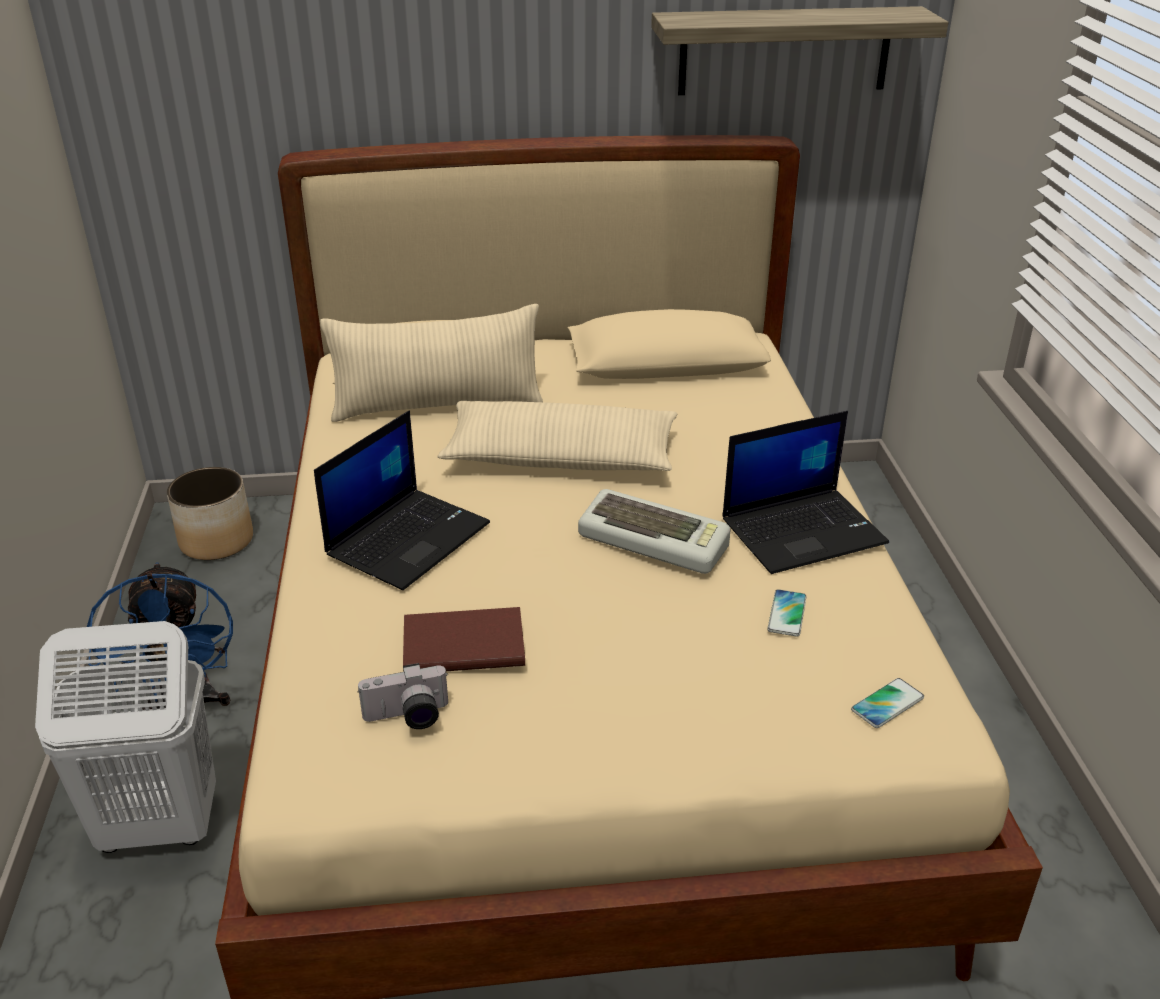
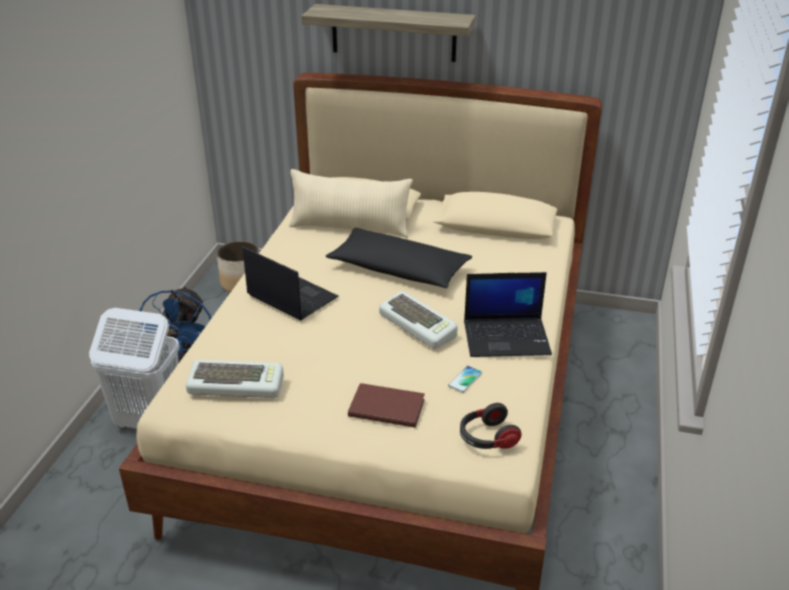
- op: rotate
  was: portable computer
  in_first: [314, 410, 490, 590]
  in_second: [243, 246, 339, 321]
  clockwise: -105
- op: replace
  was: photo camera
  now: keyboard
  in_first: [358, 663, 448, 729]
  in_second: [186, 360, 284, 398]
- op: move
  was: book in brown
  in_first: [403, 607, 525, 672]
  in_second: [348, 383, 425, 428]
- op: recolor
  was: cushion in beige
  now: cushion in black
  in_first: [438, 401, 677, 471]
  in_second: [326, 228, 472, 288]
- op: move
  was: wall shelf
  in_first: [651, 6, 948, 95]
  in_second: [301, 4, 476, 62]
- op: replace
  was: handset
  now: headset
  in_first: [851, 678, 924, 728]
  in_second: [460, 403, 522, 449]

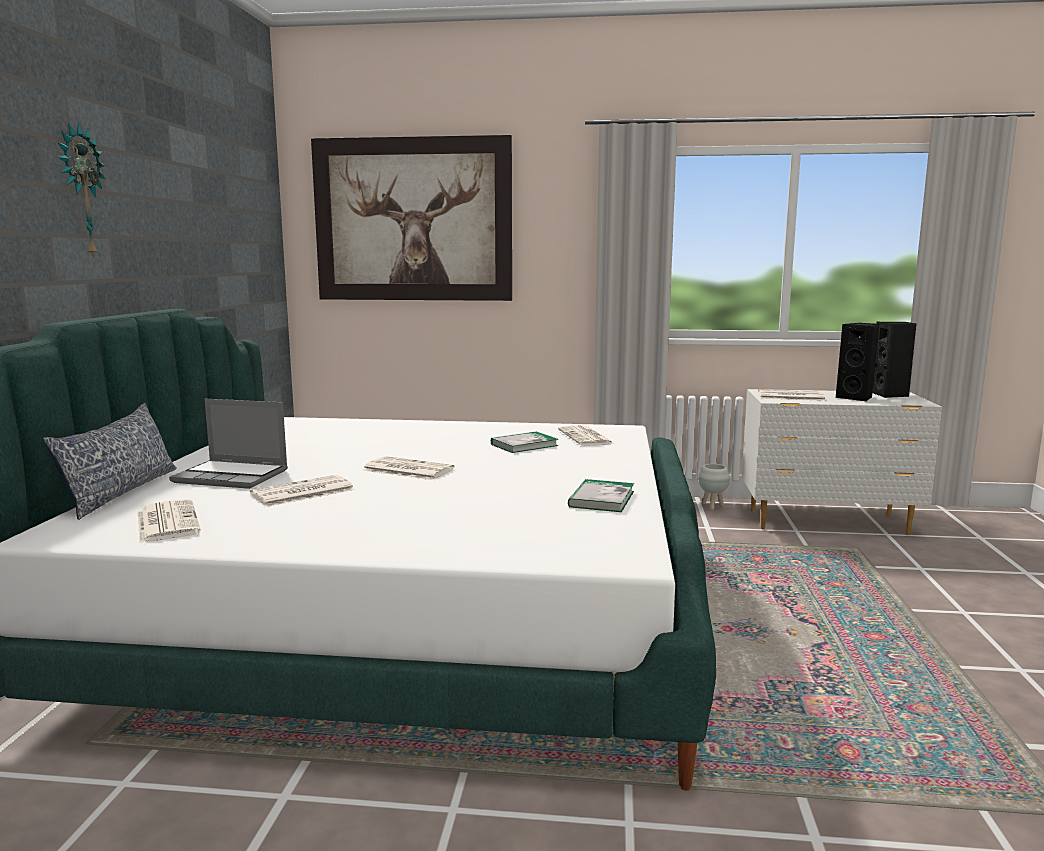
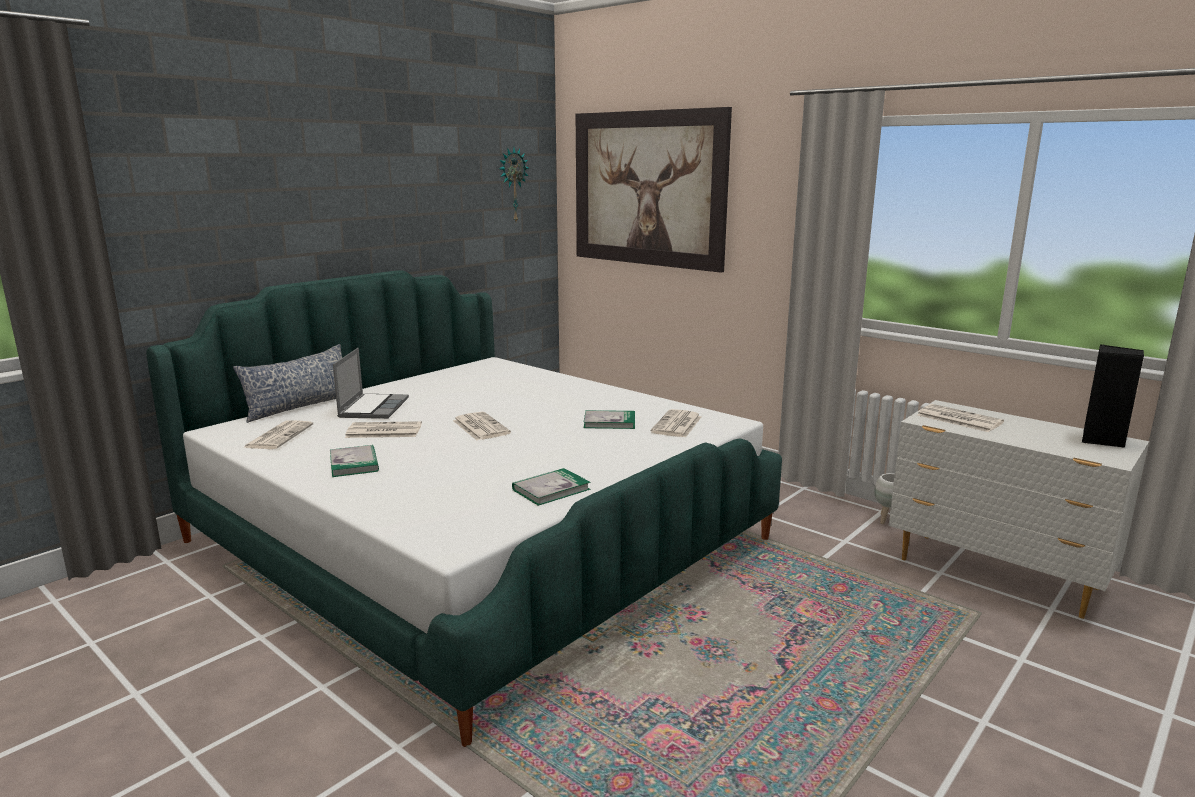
- op: move
  was: hanging clock
  in_first: [57, 123, 105, 259]
  in_second: [499, 148, 529, 221]
- op: rotate
  was: portable computer
  in_first: [169, 399, 288, 489]
  in_second: [333, 348, 409, 419]
  clockwise: -135
- op: delete
  was: loudspeaker in black
  in_first: [836, 323, 879, 402]
- op: insert
  now: book
  in_second: [330, 445, 379, 477]

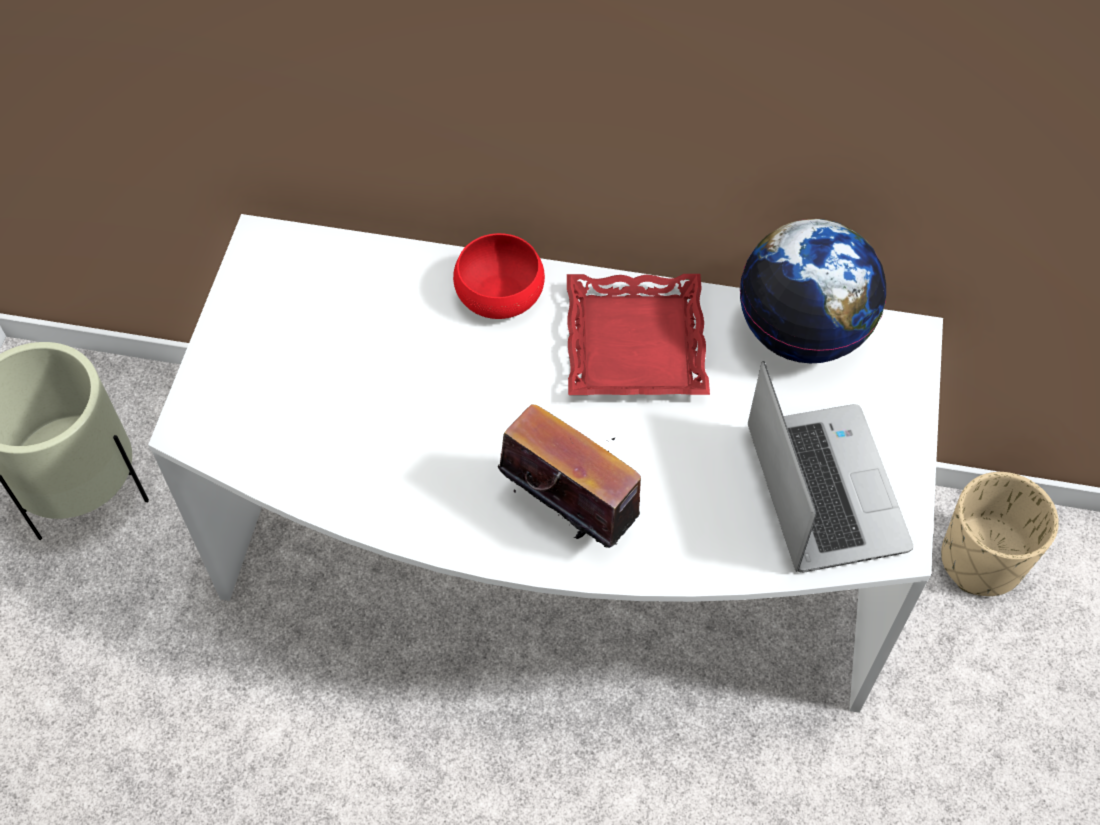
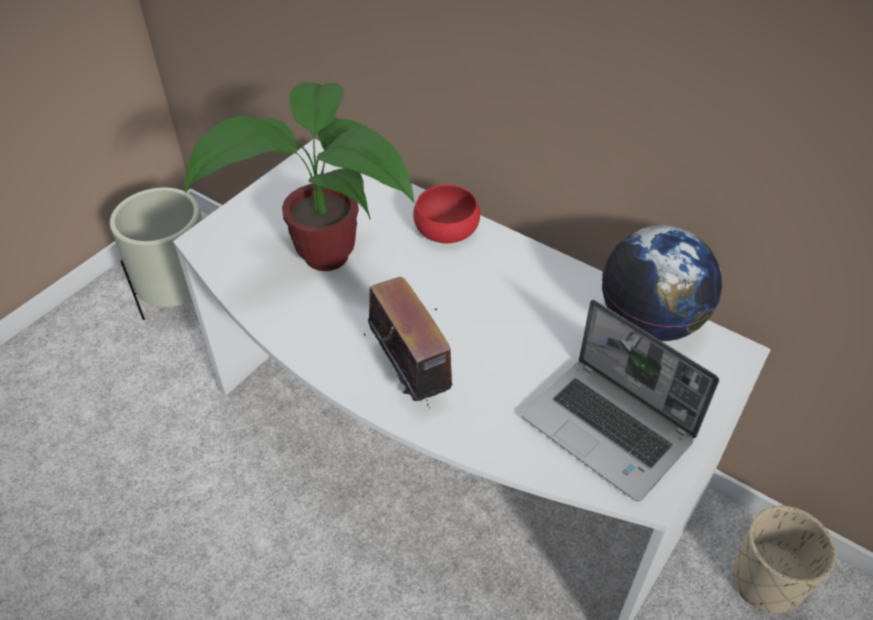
- op: delete
  was: tray in red
  in_first: [567, 274, 710, 395]
- op: rotate
  was: portable computer
  in_first: [748, 361, 914, 573]
  in_second: [521, 300, 719, 502]
  clockwise: 120
- op: insert
  now: plant in a pot
  in_second: [185, 82, 415, 271]

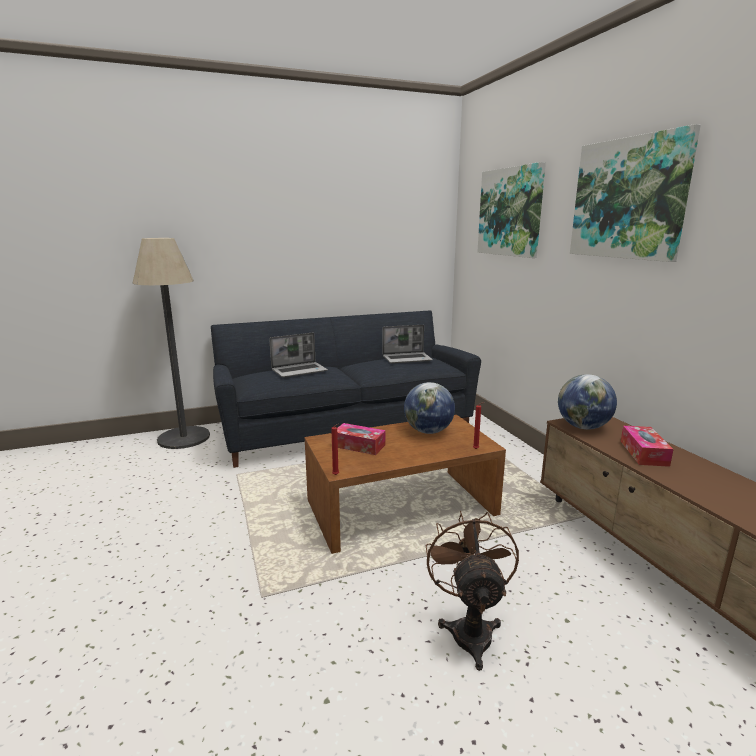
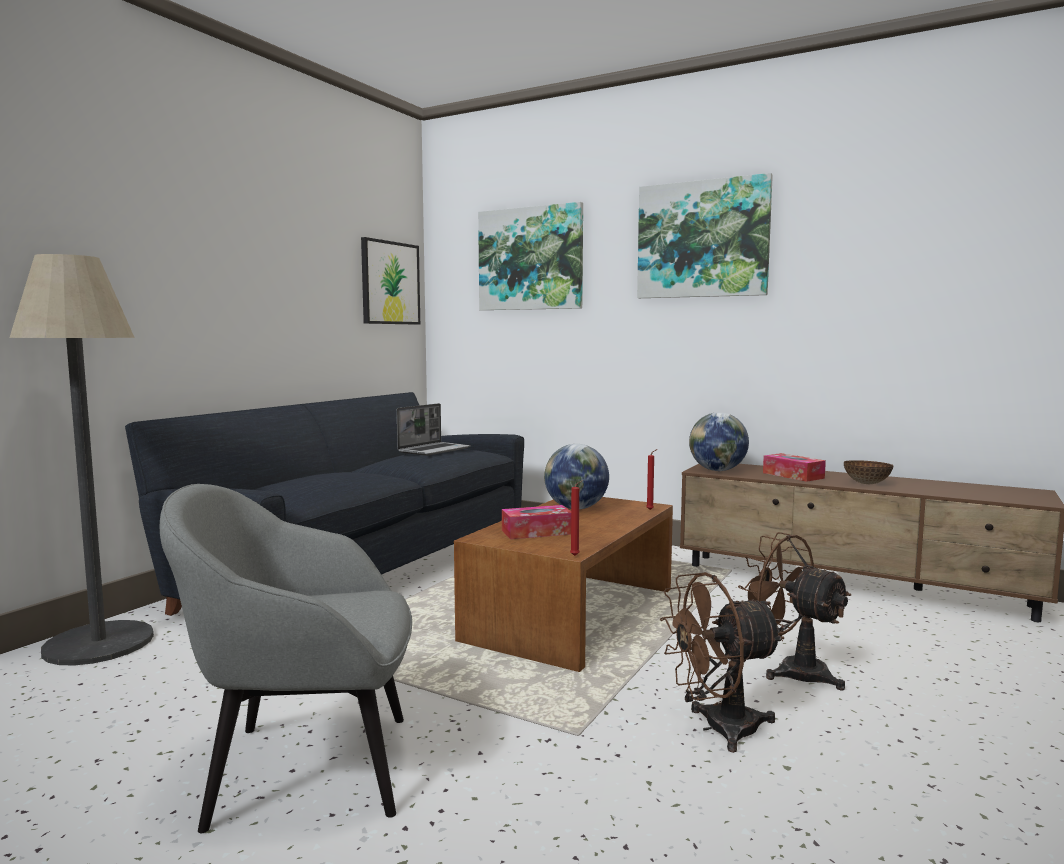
- op: delete
  was: portable computer
  in_first: [269, 333, 328, 378]
- op: insert
  now: lounge chair in gray
  in_second: [160, 484, 412, 833]
- op: insert
  now: wall art
  in_second: [361, 237, 420, 325]
- op: insert
  now: fan in brown
  in_second: [660, 572, 785, 753]
- op: insert
  now: deep dish
  in_second: [844, 460, 894, 484]

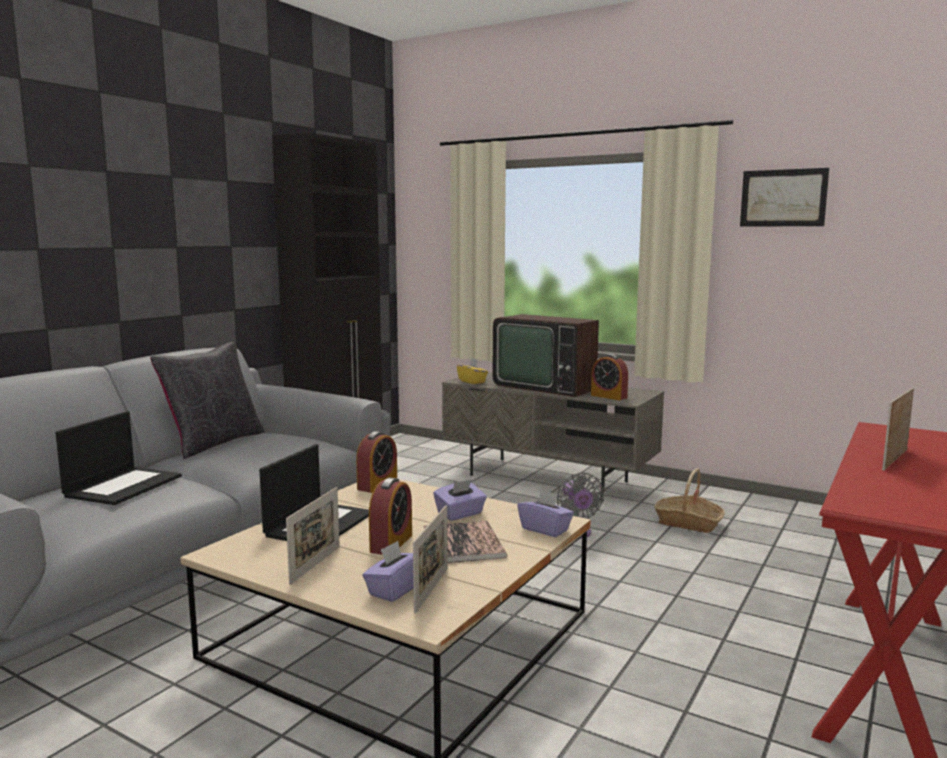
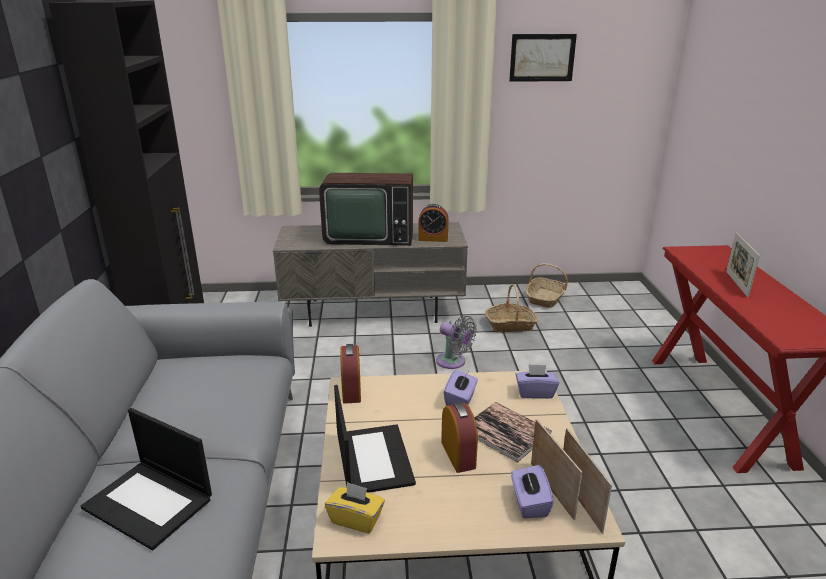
- op: rotate
  was: portable computer
  in_first: [55, 411, 182, 505]
  in_second: [81, 408, 212, 550]
  clockwise: 135
- op: delete
  was: cushion in black
  in_first: [150, 342, 264, 459]
- op: move
  was: photo frame
  in_first: [286, 487, 340, 585]
  in_second: [563, 428, 612, 534]
- op: move
  was: box of tissues in yellow-coloured
  in_first: [457, 358, 488, 384]
  in_second: [325, 482, 385, 533]
- op: insert
  now: storage basket
  in_second: [526, 263, 568, 308]

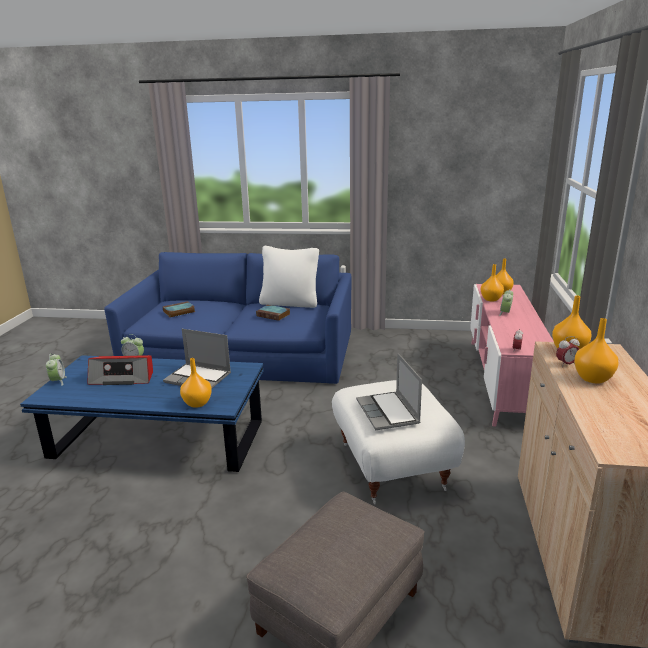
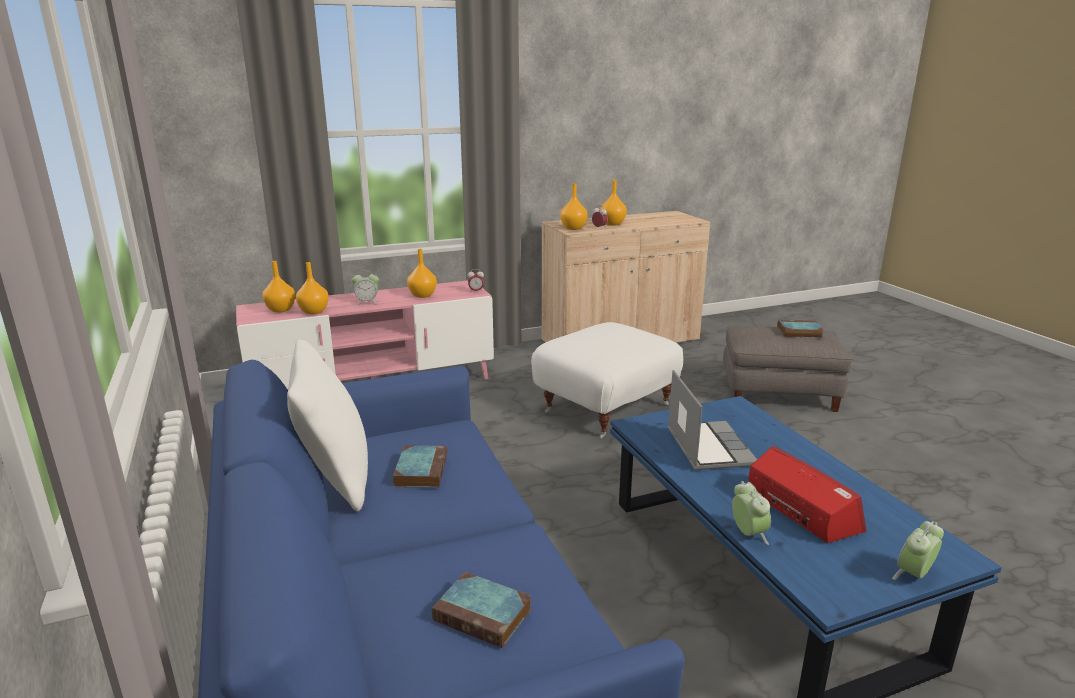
- op: move
  was: flower vase in orange
  in_first: [180, 358, 212, 408]
  in_second: [407, 249, 437, 298]
- op: delete
  was: portable computer
  in_first: [356, 353, 422, 430]
- op: insert
  now: book
  in_second: [777, 320, 824, 338]

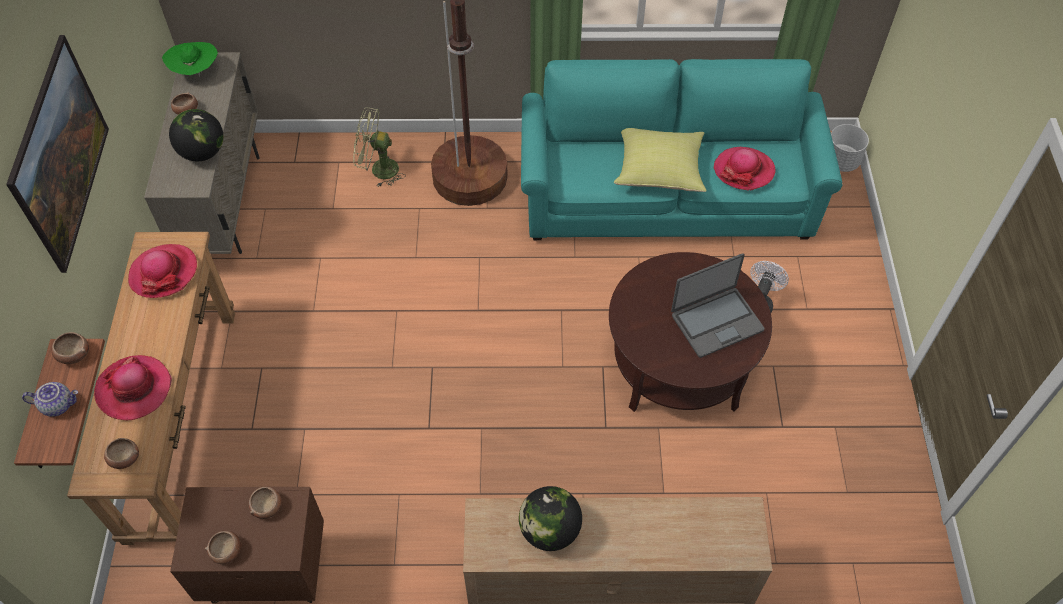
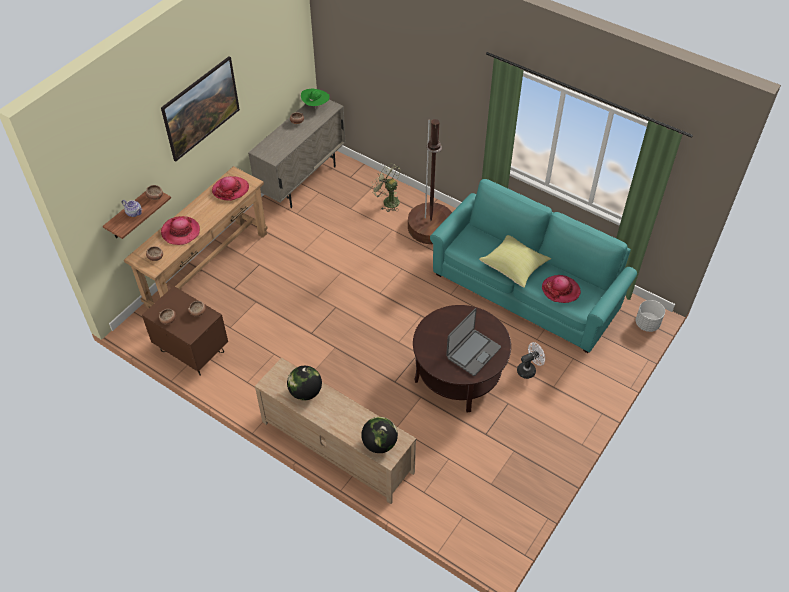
- op: move
  was: desk globe
  in_first: [169, 109, 223, 161]
  in_second: [361, 417, 398, 453]
- op: rotate
  was: portable computer
  in_first: [671, 253, 765, 358]
  in_second: [446, 308, 501, 376]
  clockwise: -60

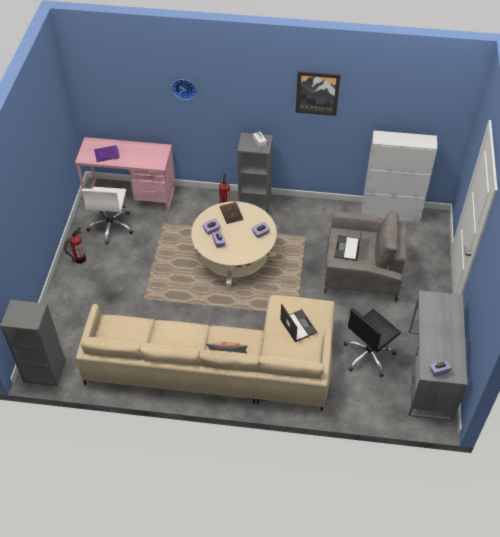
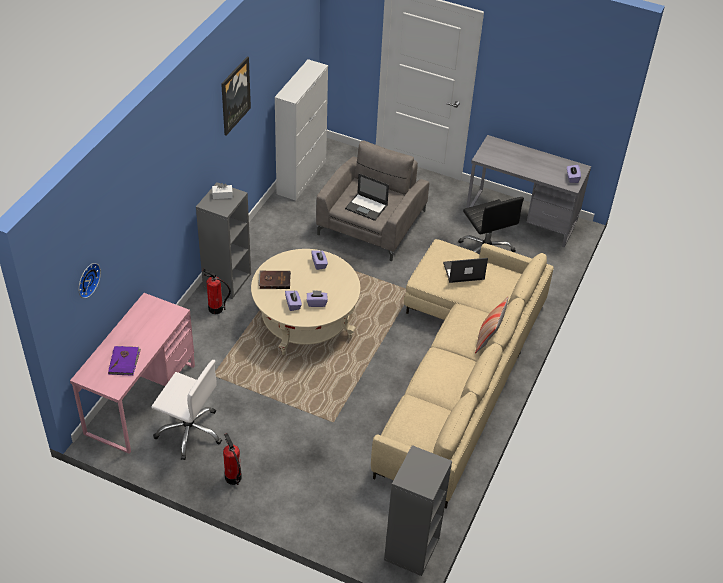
- op: move
  was: hanging clock
  in_first: [172, 79, 197, 100]
  in_second: [79, 263, 101, 298]

